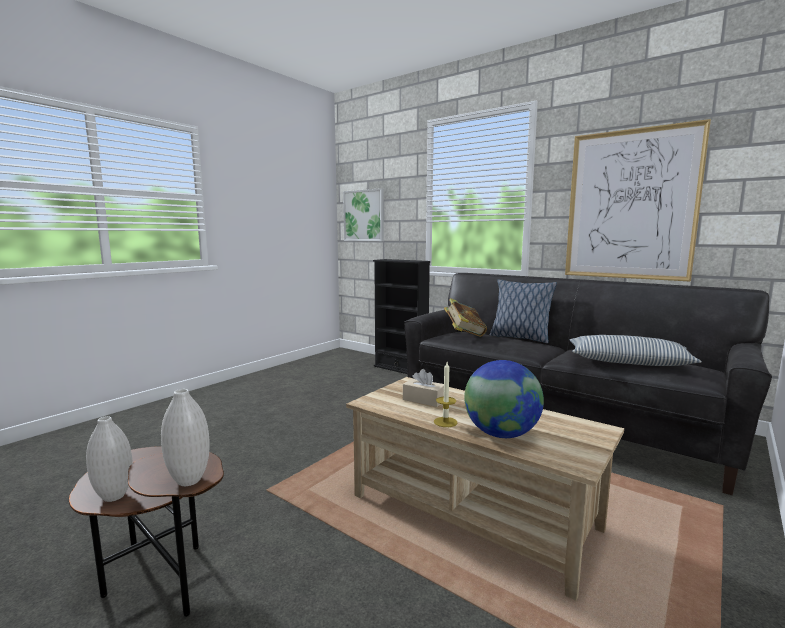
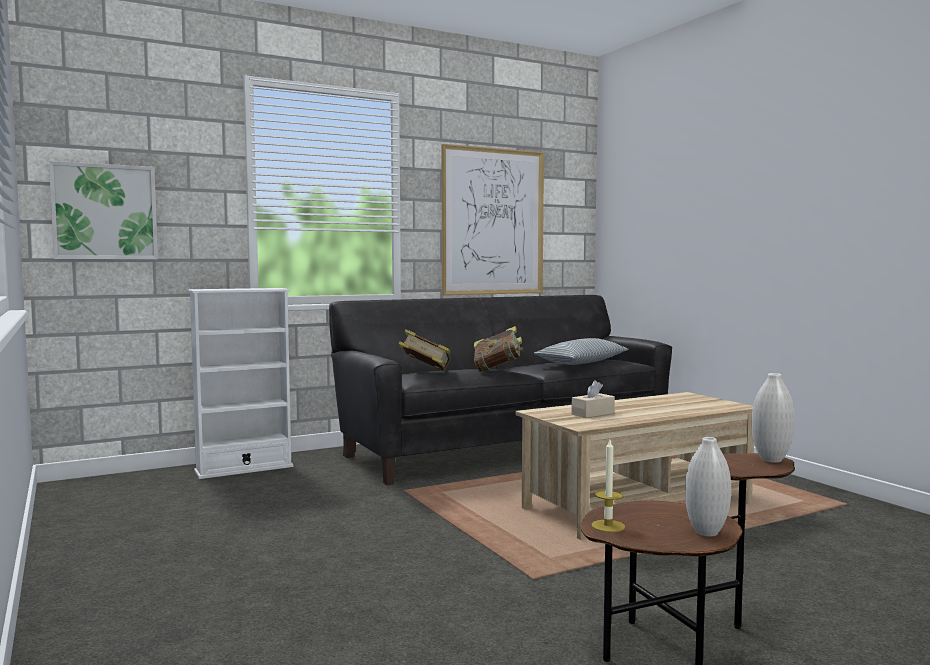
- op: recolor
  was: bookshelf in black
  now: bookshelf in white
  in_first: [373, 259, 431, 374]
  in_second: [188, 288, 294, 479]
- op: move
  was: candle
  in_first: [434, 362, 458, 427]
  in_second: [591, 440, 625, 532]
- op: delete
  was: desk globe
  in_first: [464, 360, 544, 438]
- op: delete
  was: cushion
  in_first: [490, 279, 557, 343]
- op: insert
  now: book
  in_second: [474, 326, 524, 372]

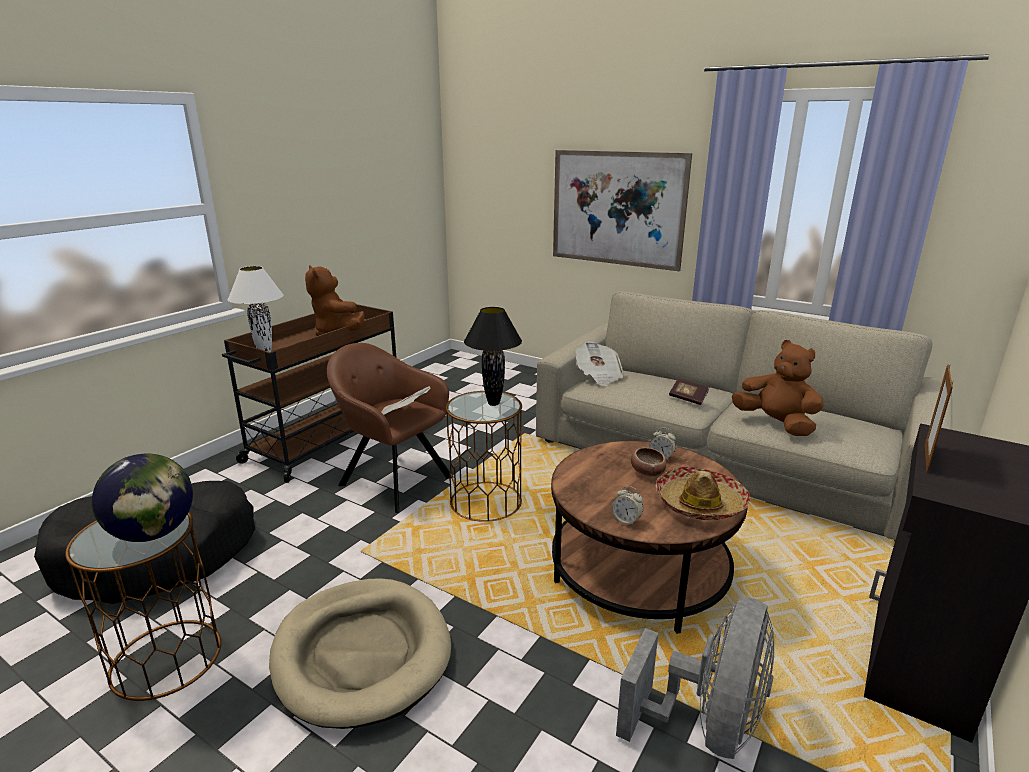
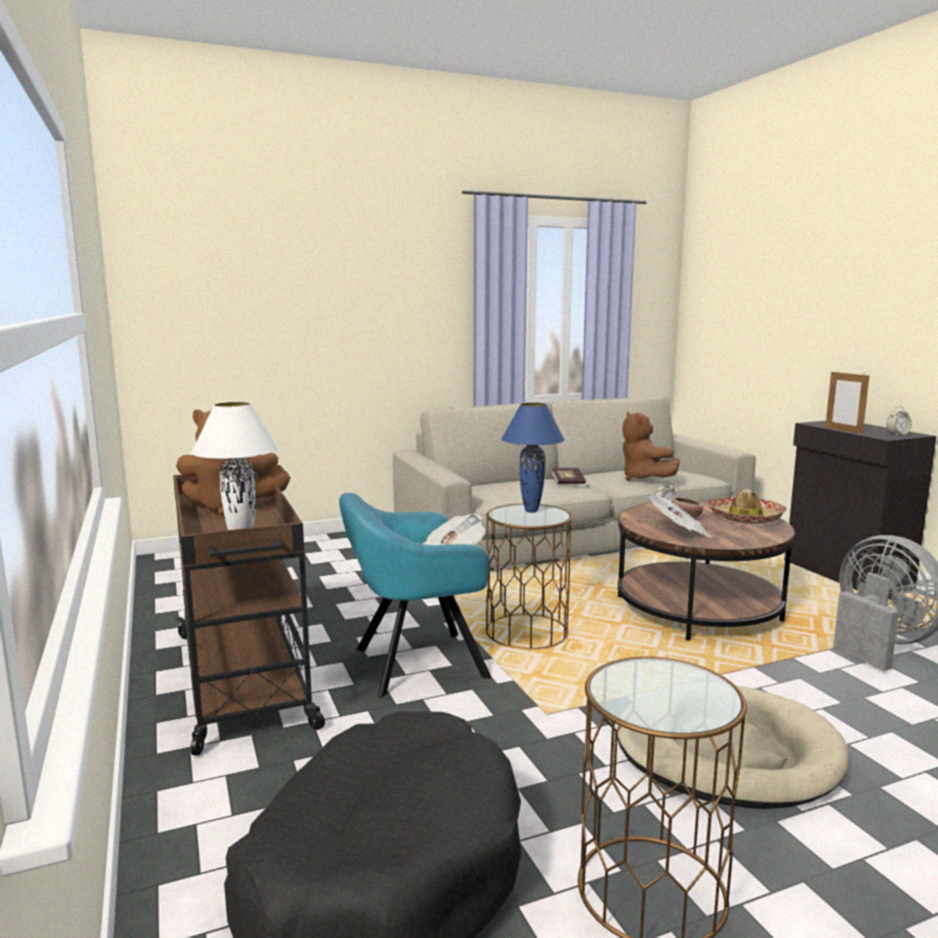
- op: delete
  was: desk globe
  in_first: [92, 454, 193, 542]
- op: recolor
  was: lounge chair in brown
  now: lounge chair in turquoise-coloured
  in_first: [327, 343, 453, 513]
  in_second: [339, 493, 492, 697]
- op: recolor
  was: table lamp in black
  now: table lamp in bluish
  in_first: [464, 307, 522, 406]
  in_second: [501, 403, 565, 513]
- op: delete
  was: wall art
  in_first: [553, 150, 692, 271]
- op: move
  was: daily paper
  in_first: [576, 341, 624, 386]
  in_second: [644, 493, 711, 537]
- op: move
  was: bedside clock
  in_first: [611, 486, 643, 526]
  in_second: [887, 406, 912, 435]
- op: rotate
  was: cuddly toy in brown
  in_first: [732, 340, 824, 436]
  in_second: [622, 412, 680, 481]
  clockwise: -105

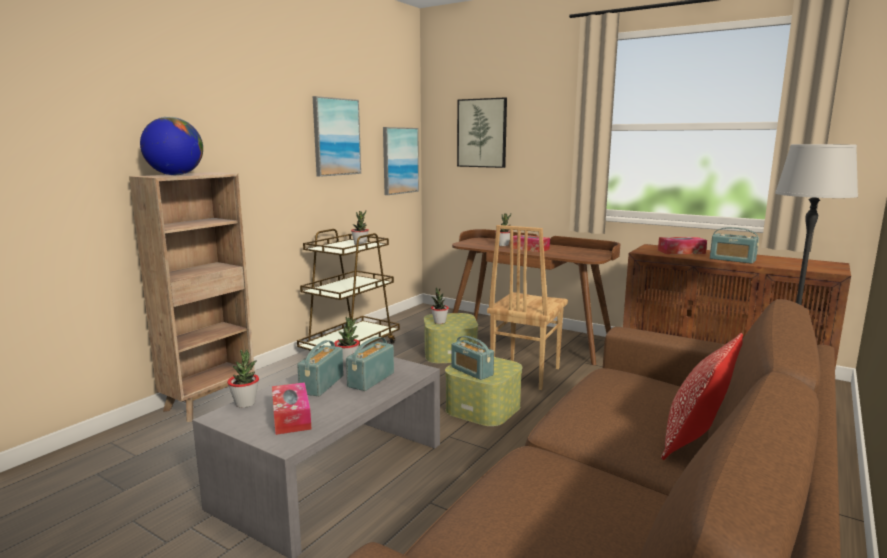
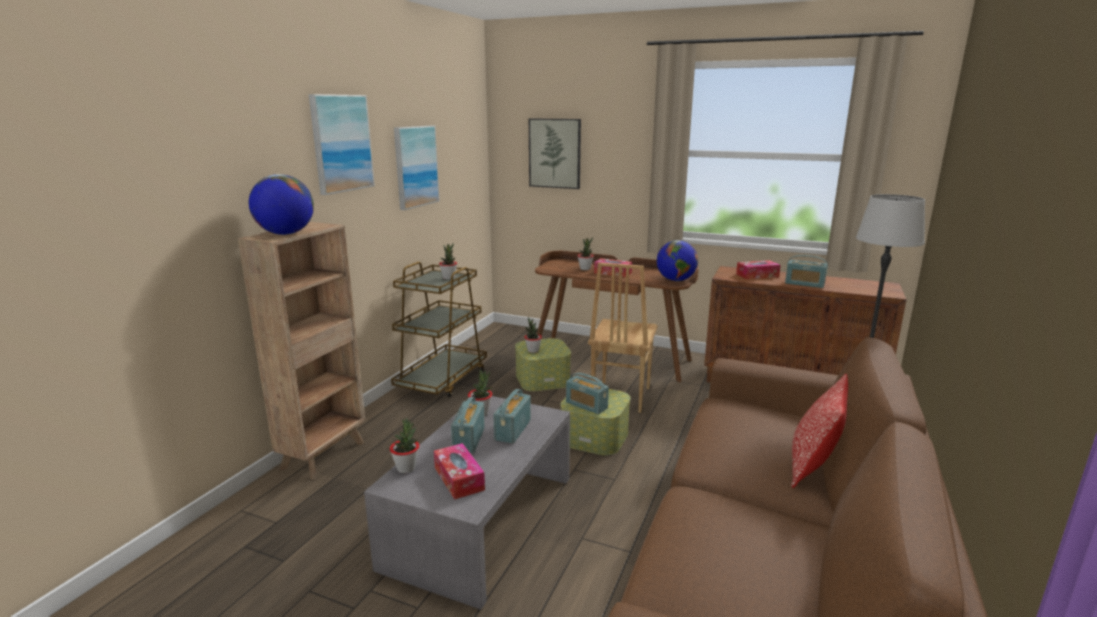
- op: move
  was: wall art
  in_first: [383, 127, 419, 195]
  in_second: [309, 94, 375, 195]
- op: insert
  now: desk globe
  in_second: [657, 240, 698, 281]

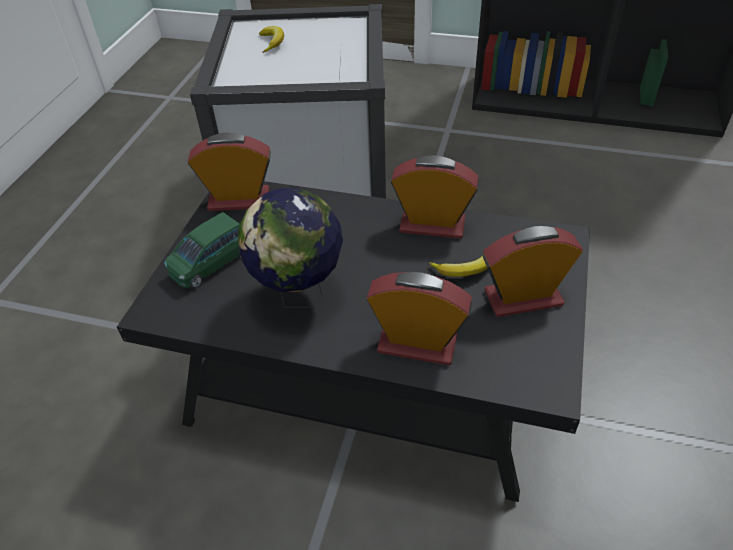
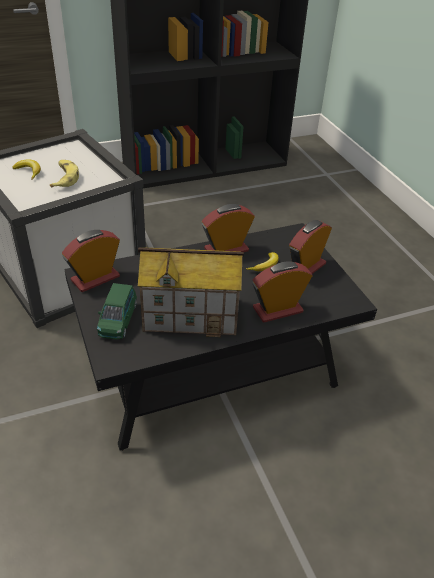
- op: replace
  was: desk globe
  now: model house
  in_first: [238, 188, 343, 308]
  in_second: [138, 248, 244, 337]
- op: insert
  now: whole banana
  in_second: [50, 160, 79, 187]

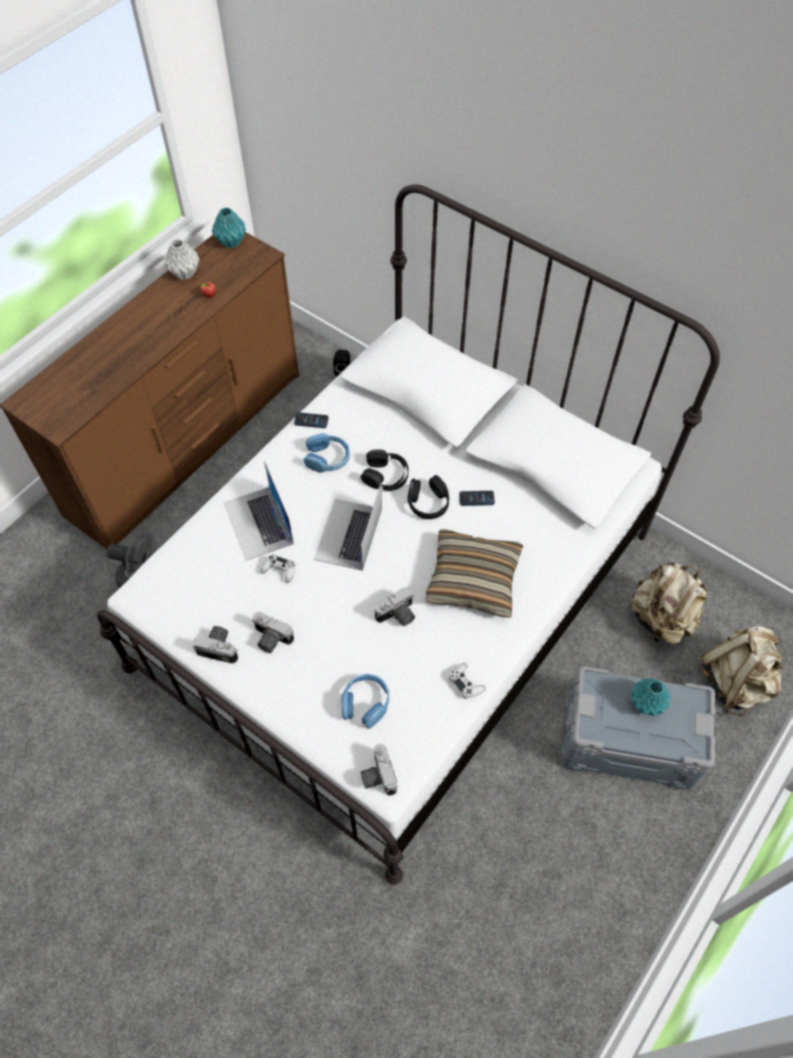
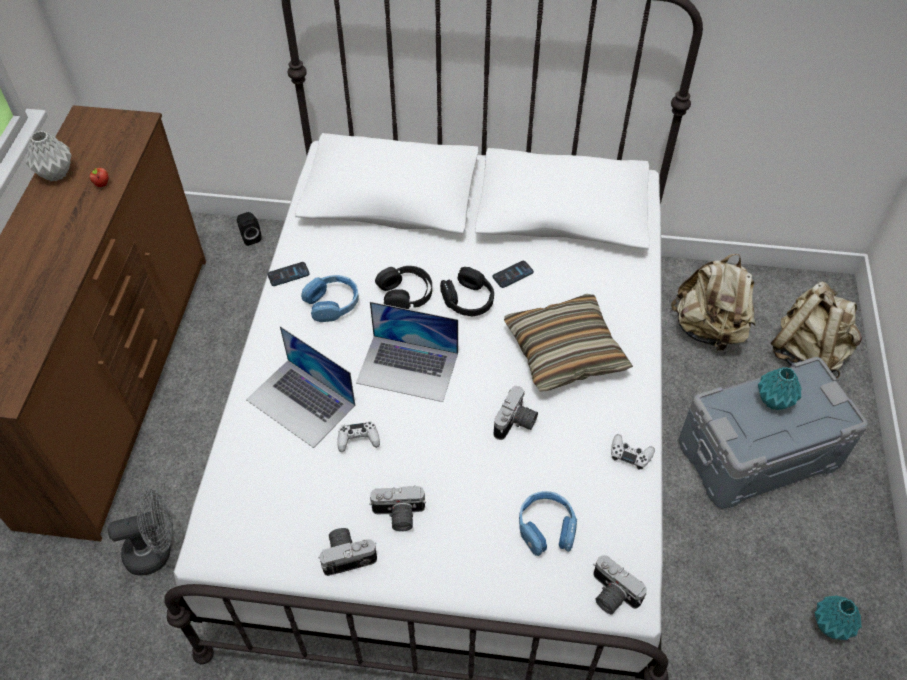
- op: move
  was: flower vase in turquoise-coloured
  in_first: [212, 208, 246, 248]
  in_second: [815, 595, 862, 640]
- op: rotate
  was: portable computer
  in_first: [314, 483, 382, 571]
  in_second: [356, 302, 458, 402]
  clockwise: -60

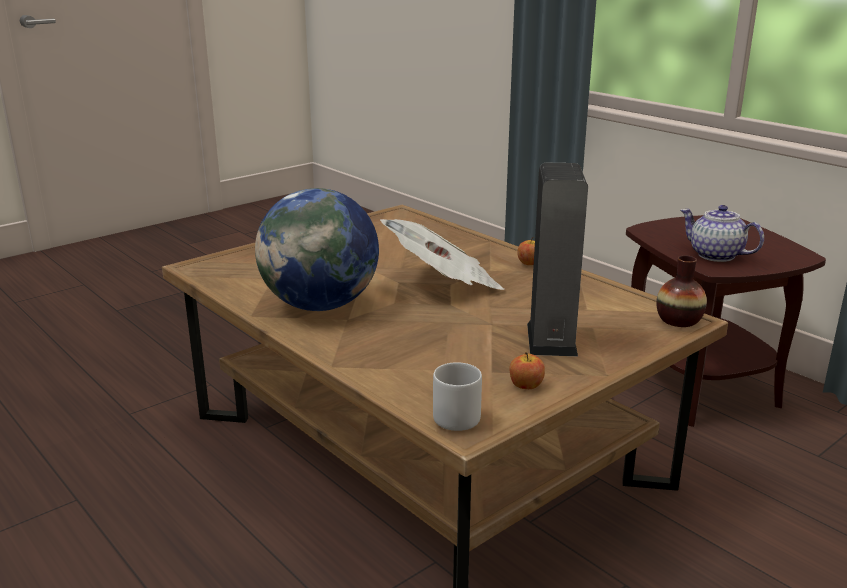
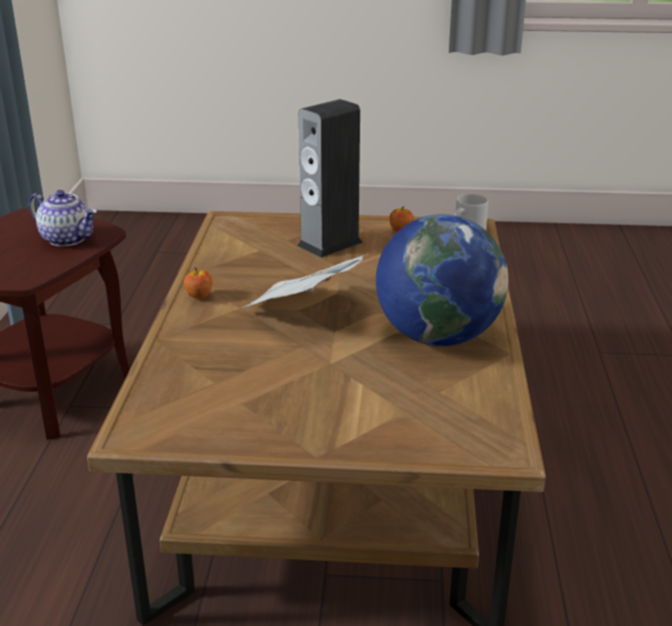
- op: delete
  was: flower vase
  in_first: [656, 255, 707, 327]
- op: rotate
  was: pot for tea
  in_first: [680, 205, 764, 262]
  in_second: [29, 190, 97, 247]
  clockwise: -60

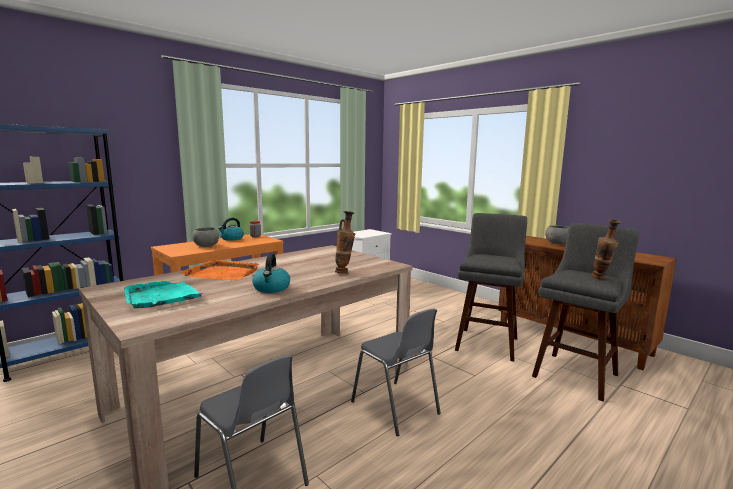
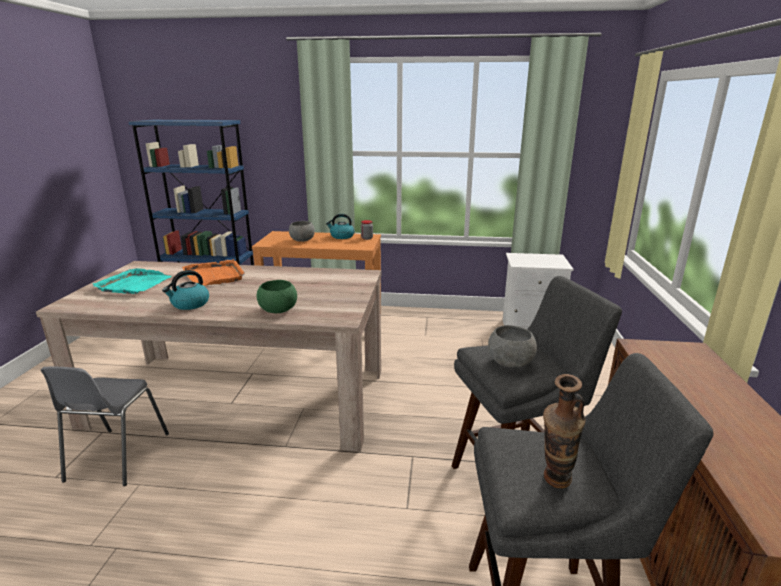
- op: replace
  was: flower vase
  now: deep dish in greenish
  in_first: [335, 211, 356, 274]
  in_second: [257, 280, 297, 313]
- op: delete
  was: plain chair in gray
  in_first: [351, 309, 441, 436]
- op: move
  was: deep dish in gray
  in_first: [545, 225, 569, 244]
  in_second: [488, 325, 537, 367]

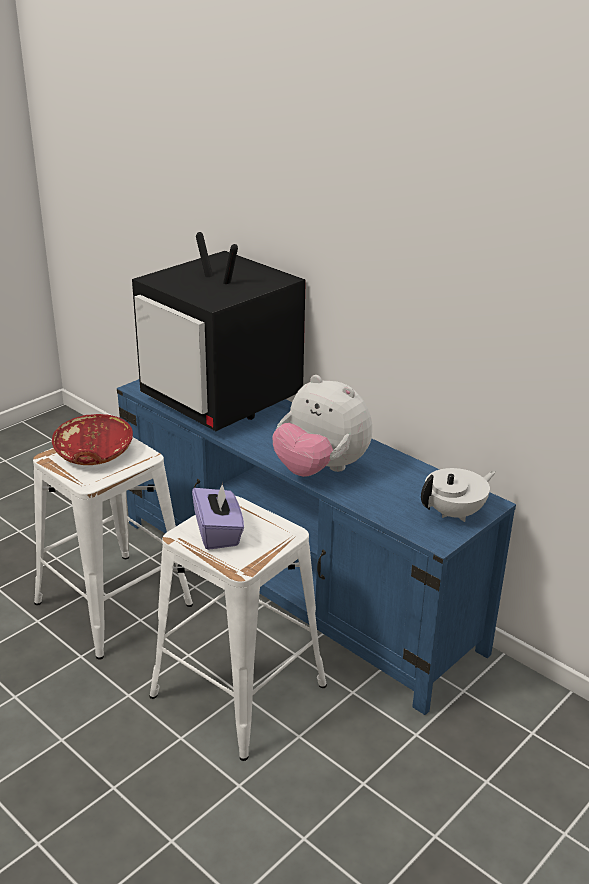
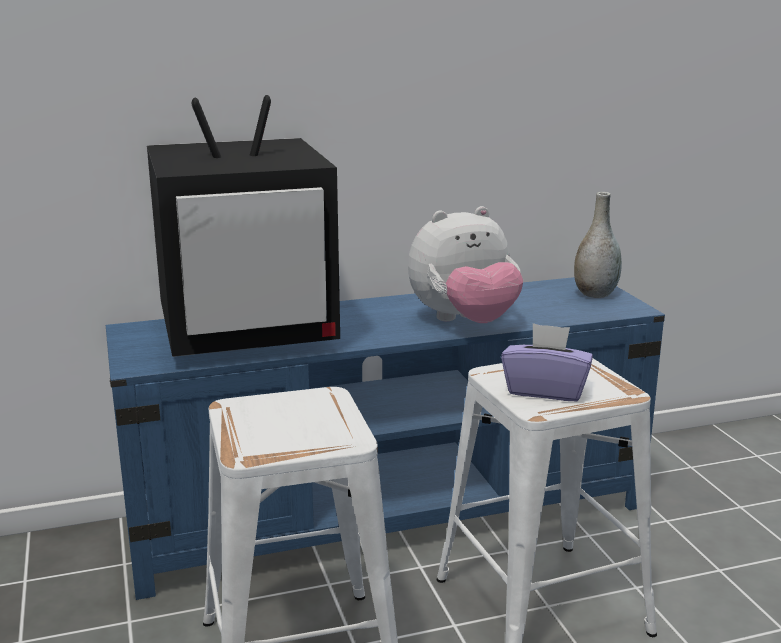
- op: delete
  was: deep dish in red
  in_first: [52, 414, 133, 465]
- op: replace
  was: pot for tea in white
  now: flower vase in gray
  in_first: [421, 468, 496, 522]
  in_second: [574, 192, 622, 298]

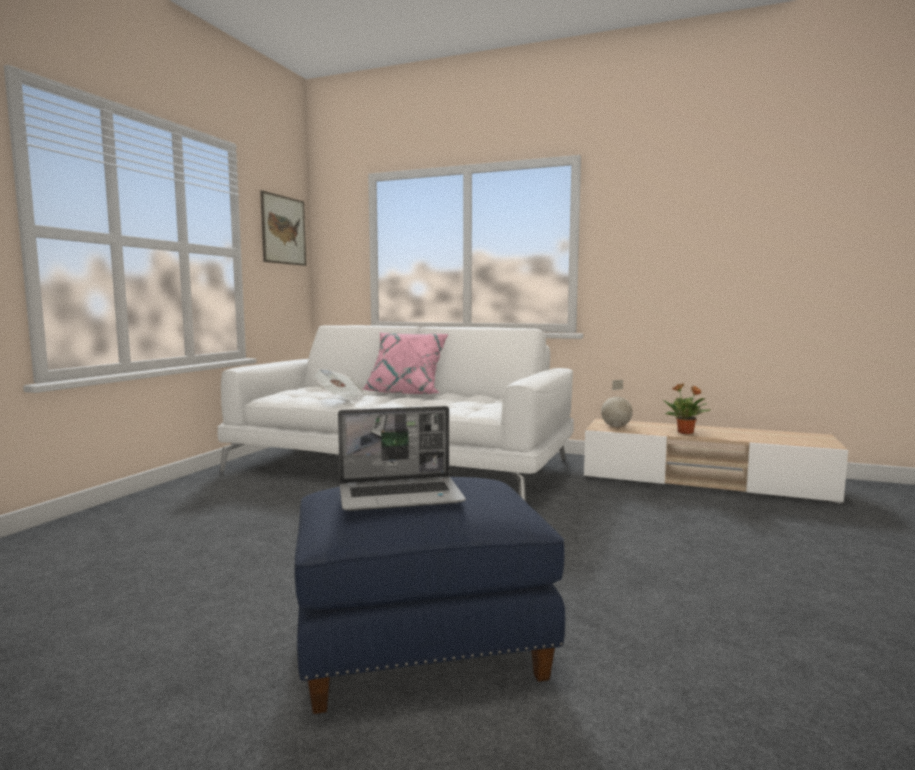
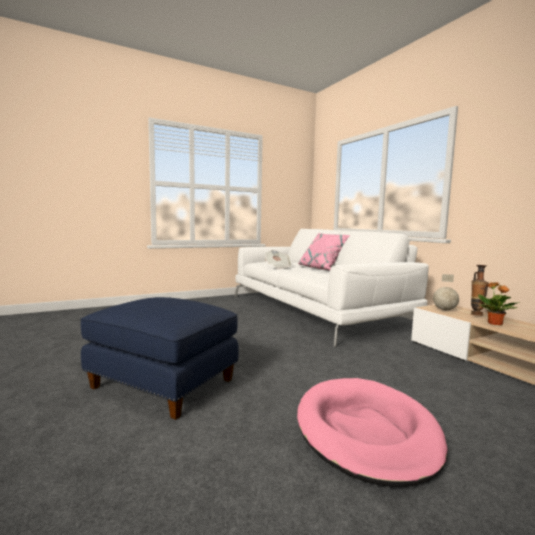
- op: delete
  was: wall art
  in_first: [260, 190, 306, 266]
- op: delete
  was: portable computer
  in_first: [338, 406, 466, 511]
- op: insert
  now: dog bed in pink
  in_second: [297, 378, 448, 487]
- op: insert
  now: flower vase
  in_second: [471, 265, 489, 316]

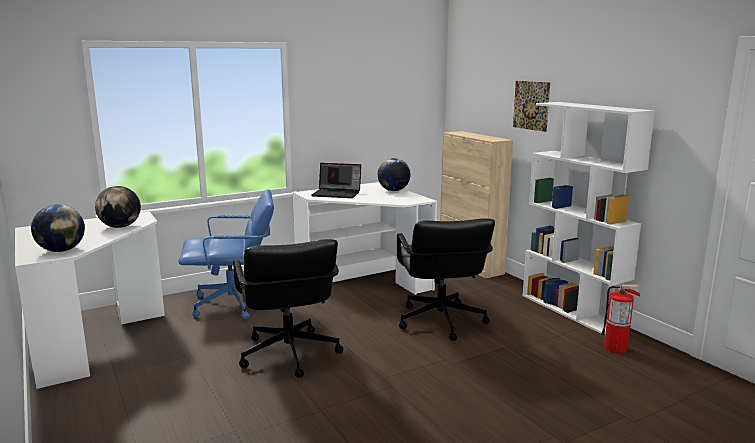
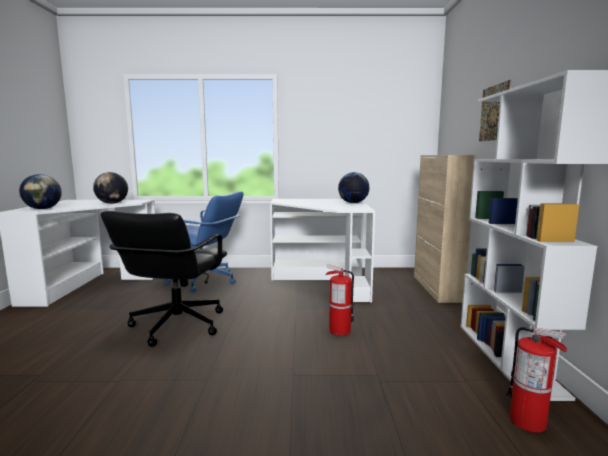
- op: delete
  was: portable computer
  in_first: [312, 163, 361, 198]
- op: replace
  was: office chair in black
  now: fire extinguisher
  in_first: [397, 218, 495, 341]
  in_second: [325, 264, 355, 336]

